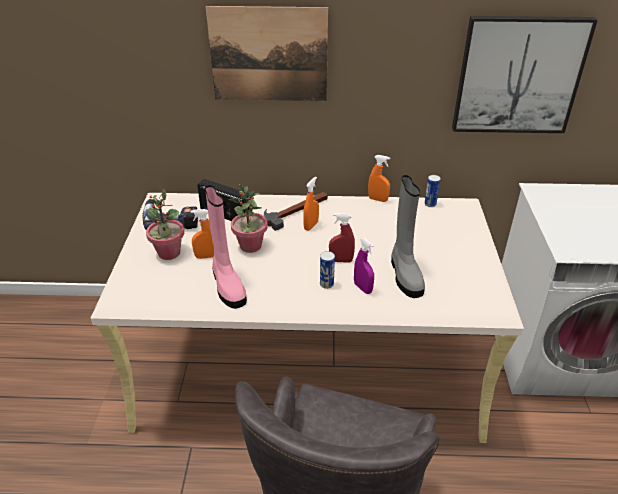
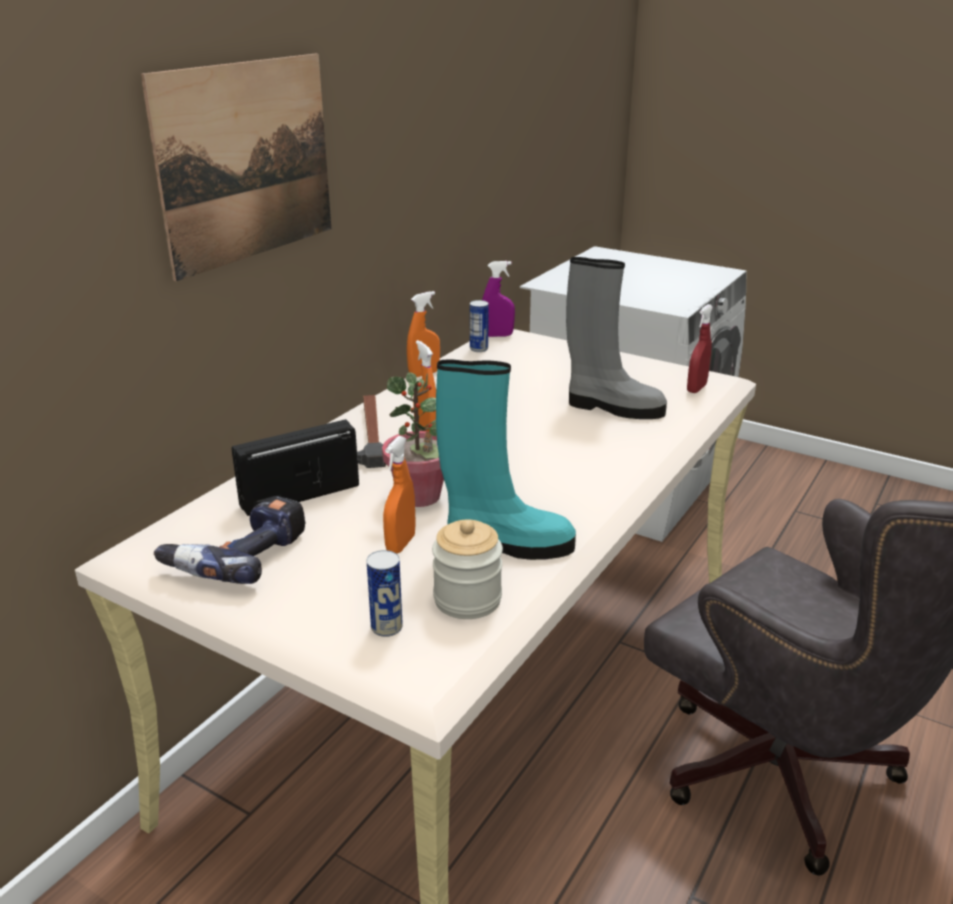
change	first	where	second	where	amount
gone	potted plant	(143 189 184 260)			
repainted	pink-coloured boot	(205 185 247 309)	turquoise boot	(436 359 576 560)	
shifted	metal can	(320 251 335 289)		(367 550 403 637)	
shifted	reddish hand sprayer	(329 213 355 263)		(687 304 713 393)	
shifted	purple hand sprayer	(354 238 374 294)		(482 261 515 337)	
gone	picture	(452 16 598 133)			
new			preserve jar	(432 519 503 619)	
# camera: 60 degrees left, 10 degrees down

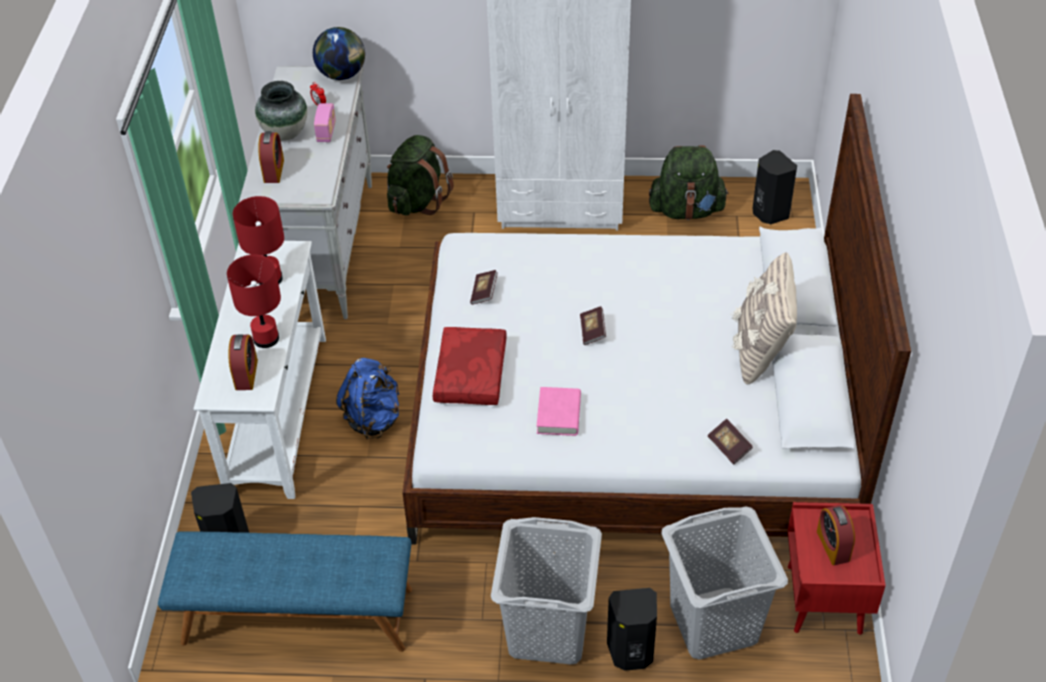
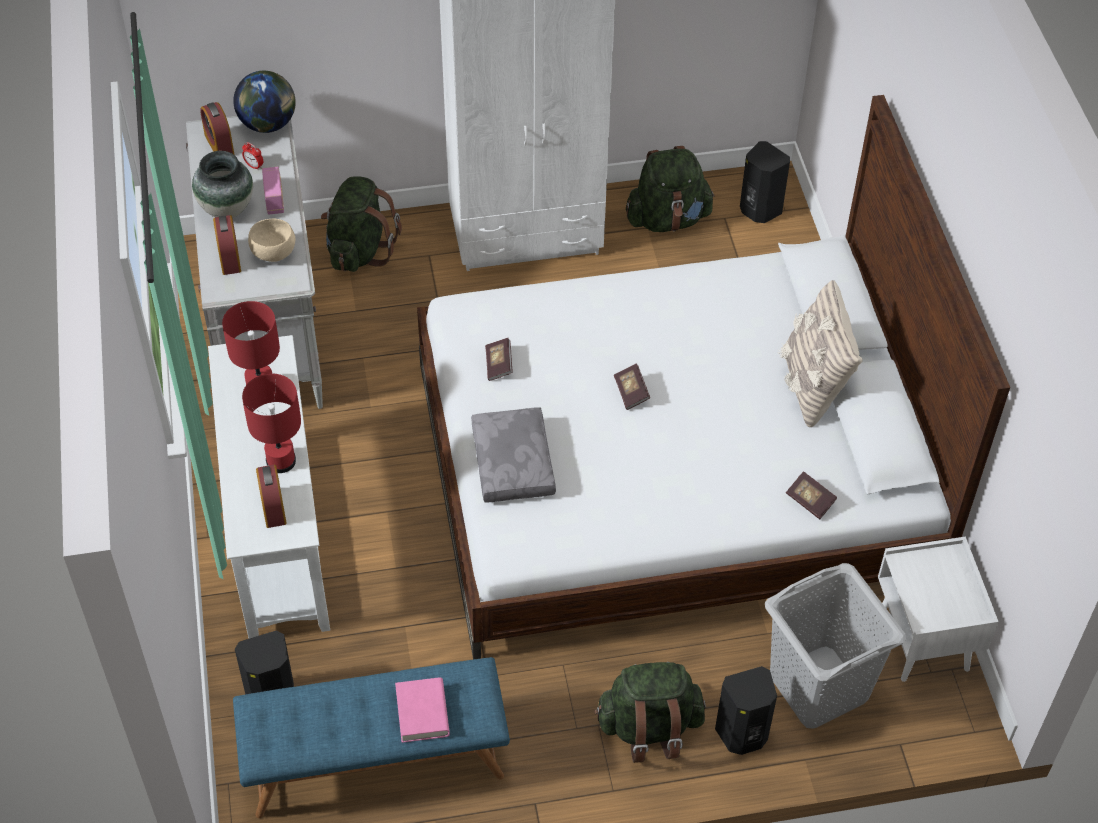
change	first	where	second	where	amount
gone	blue backpack	(336 358 399 440)			
repainted	reddish throw pillow	(432 327 507 405)	greyish throw pillow	(471 407 556 502)	
swapped	greyish washing basket	(491 517 602 664)	green-coloured backpack	(594 662 706 763)	
shifted	pink-coloured book	(537 387 581 436)		(395 677 450 743)	
repainted	reddish bedside table	(788 502 886 635)	white bedside table	(878 536 999 682)	
shifted	alarm clock	(817 505 855 565)		(200 102 234 154)	
new			beige-coloured deep dish	(248 219 295 262)	
# camera: 15 degrees left, 5 degrees up

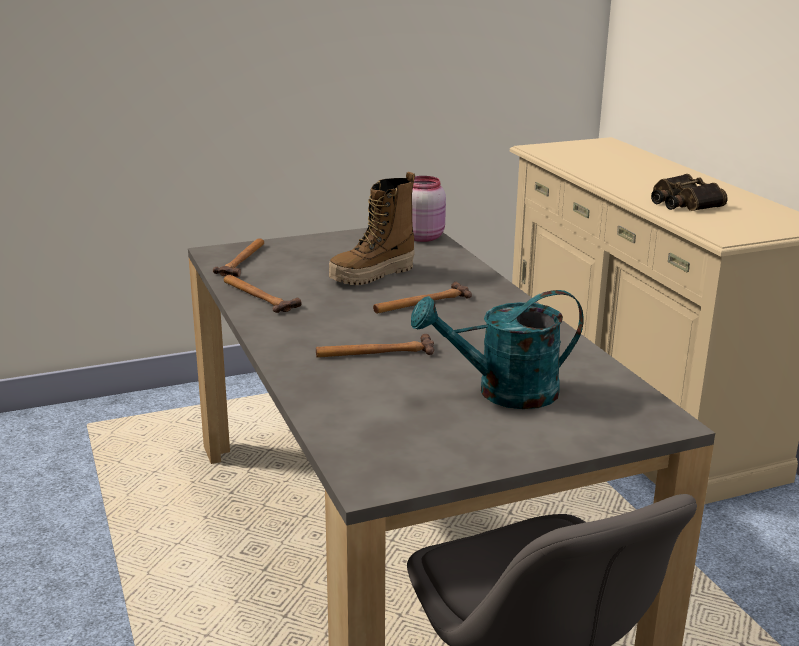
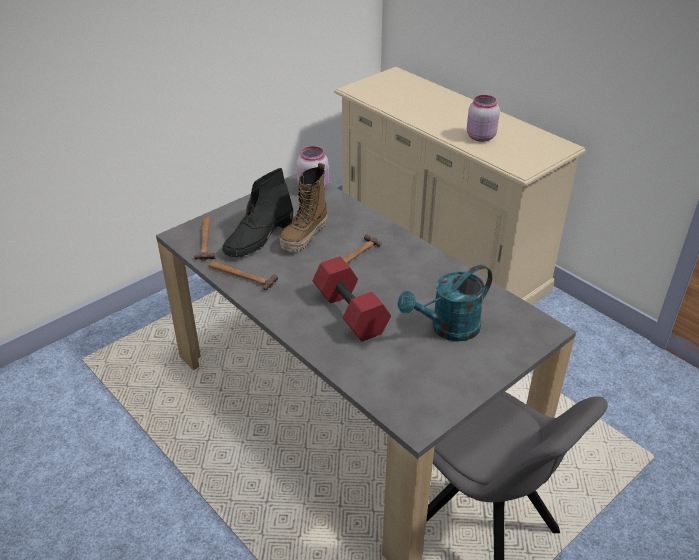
change	first	where	second	where	amount
swapped	hand hammer	(316 334 434 358)	reddish free weight	(313 257 391 341)	
swapped	pair of binoculars	(651 174 728 211)	pink-coloured preserve jar	(467 95 500 142)	
new			black boot	(222 168 293 257)	
# camera: 20 degrees left, 15 degrees up

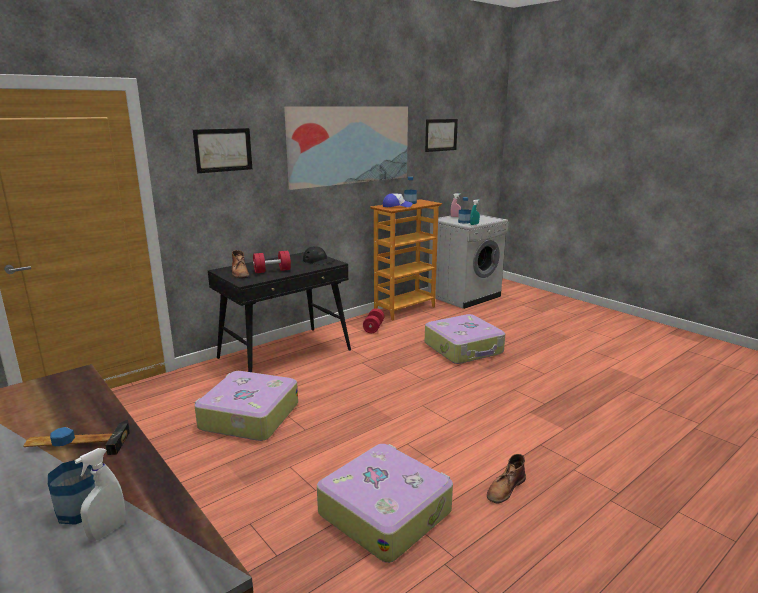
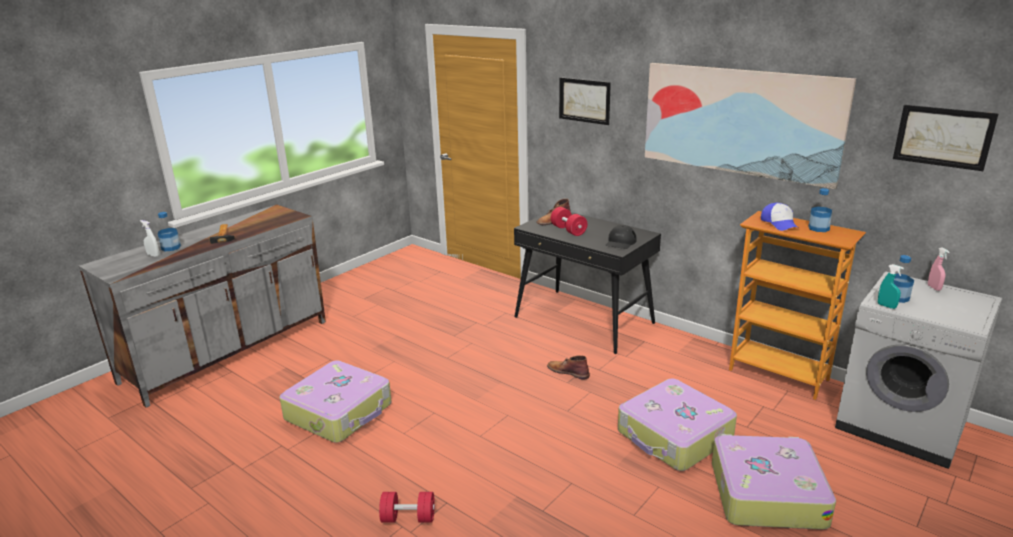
change	first	where	second	where	amount
shifted	suitcase	(195 371 298 441)		(712 434 836 530)	
shifted	reddish free weight	(363 308 384 333)		(379 492 435 523)	
shifted	brownish boot	(487 454 526 503)		(547 355 590 380)	
# camera: 80 degrees right, 5 degrees up

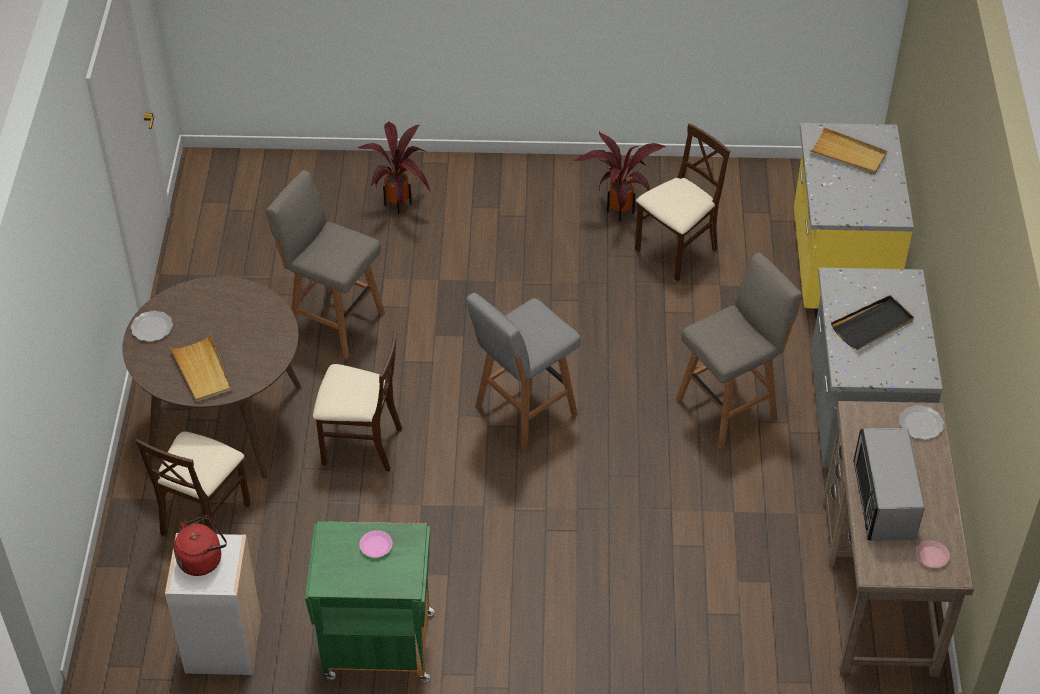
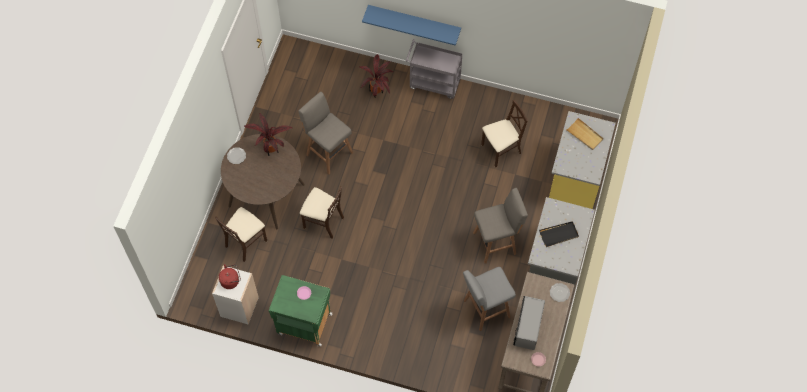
change	first	where	second	where	amount
gone	beige-coloured serving tray	(170 334 232 402)			
shifted	greyish stool	(466 293 581 451)		(463 267 516 331)	
shifted	potted plant	(575 132 665 222)		(243 113 292 156)	
new			blue bracket shelf	(362 5 461 46)	
new			greyish trolley	(406 39 462 99)	
# camera: 15 degrees right, 15 degrees up

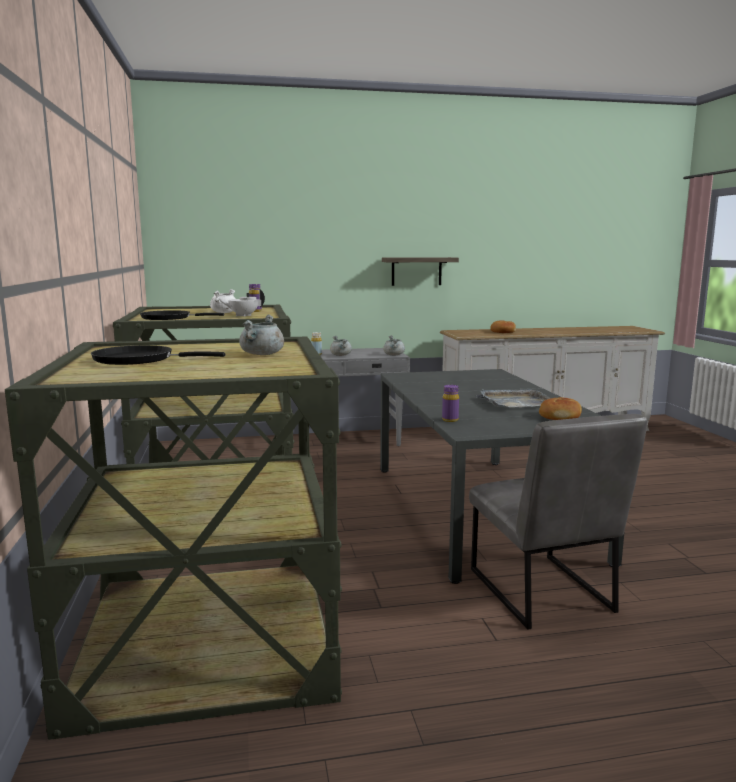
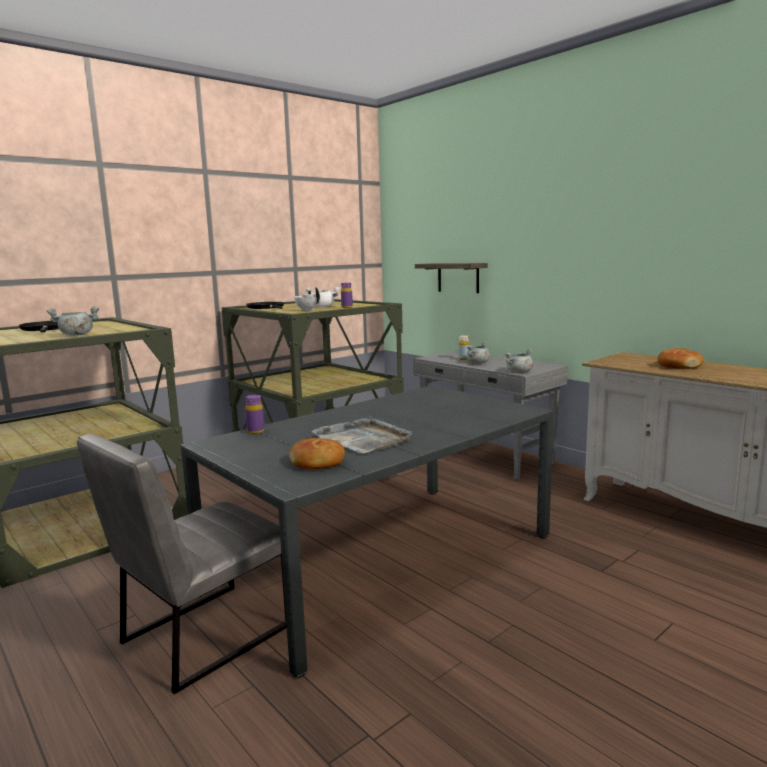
change	first	where	second	where	amount
shifted	bracket shelf	(382 257 459 286)		(415 263 488 293)	
# camera: 60 degrees right, 0 degrees up

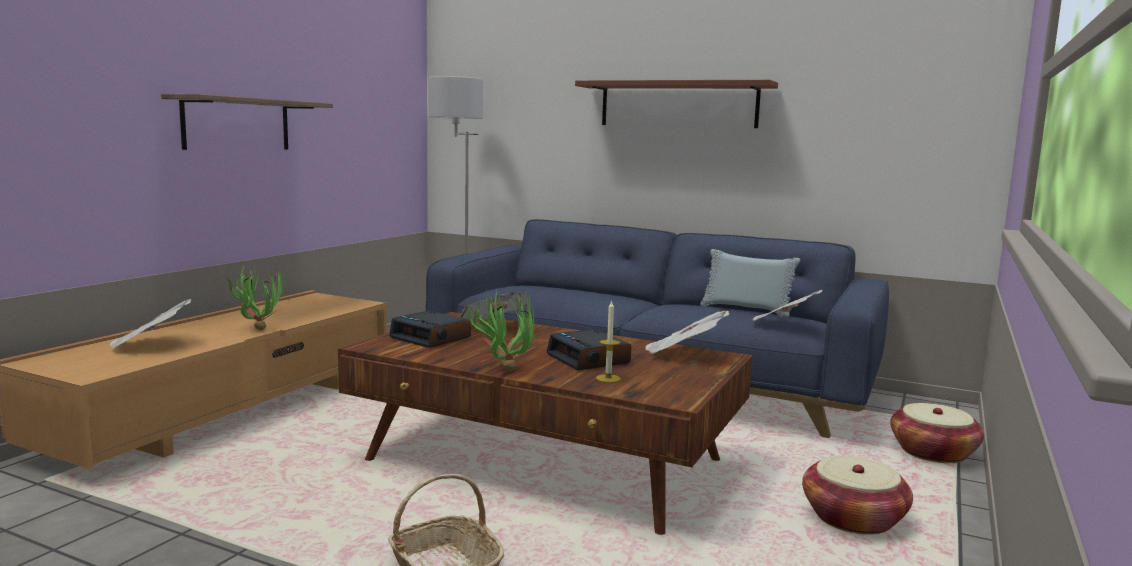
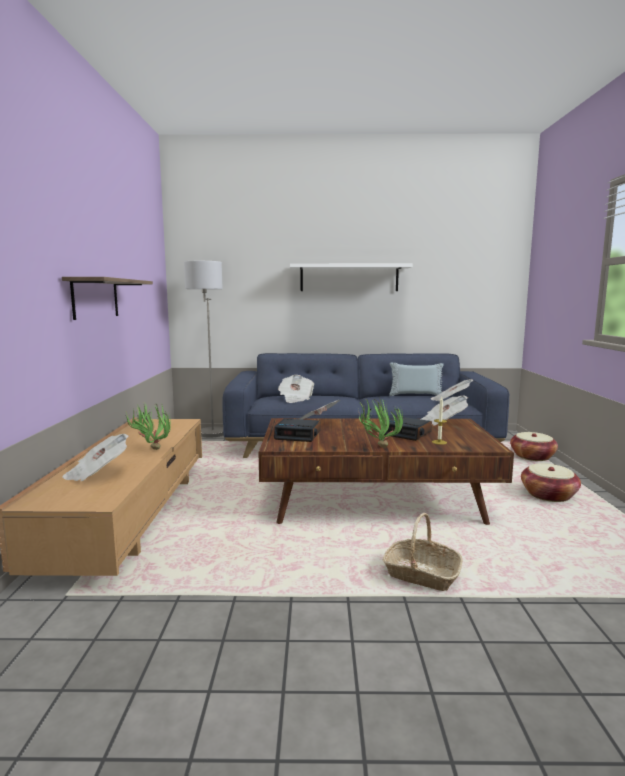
change	first	where	second	where	amount
repainted	brownish bracket shelf	(575 80 778 128)	white bracket shelf	(290 264 412 291)	
new			printed paper	(278 375 315 403)	
# camera: 25 degrees left, 0 degrees up

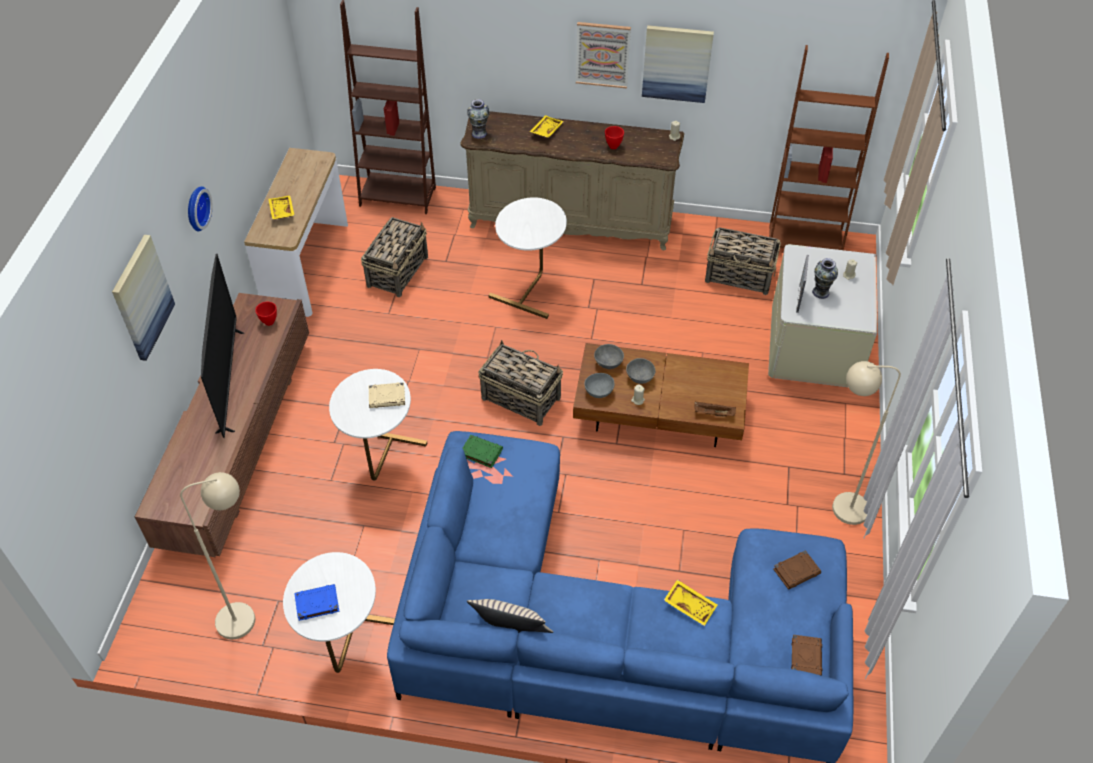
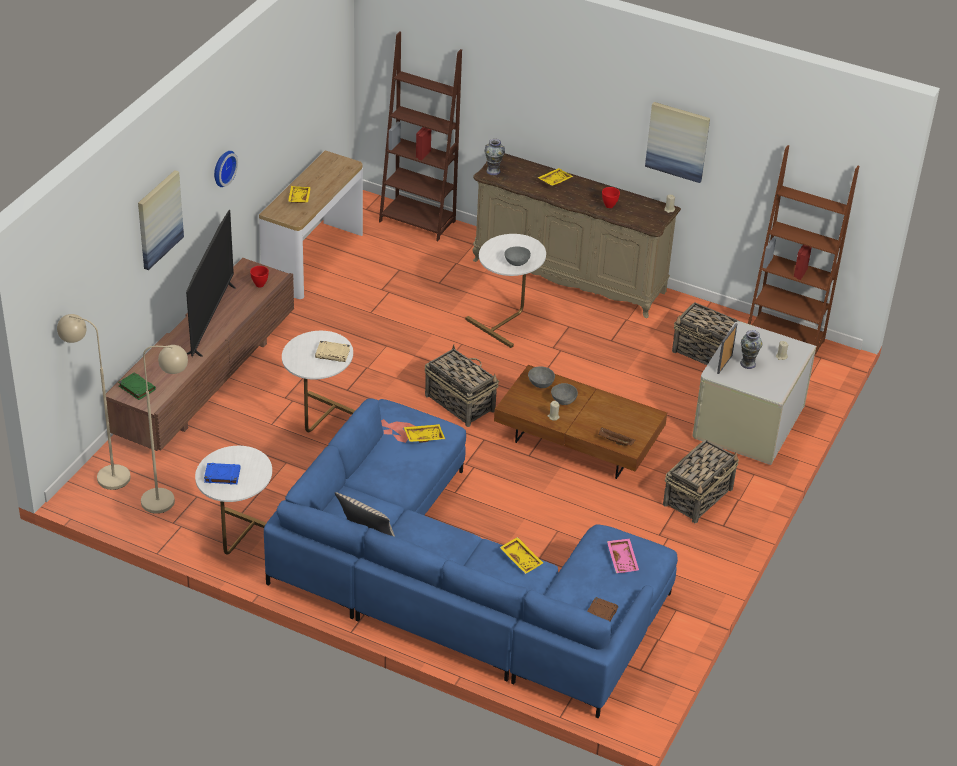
change	first	where	second	where	amount
shifted	basket	(361 217 428 297)		(663 440 739 523)	
shifted	green-coloured book	(463 435 503 468)		(118 373 156 400)	
gone	picture	(576 22 631 88)			
shifted	greyish deep dish	(584 373 614 398)		(504 246 531 266)	
swapped	brownish book	(773 550 821 589)	pink-coloured serving tray	(607 539 639 573)	
shifted	beige-coloured standing lamp	(832 361 901 525)		(57 314 131 490)	
new			yellow-coloured serving tray	(404 424 445 443)	
# camera: 15 degrees right, 10 degrees down

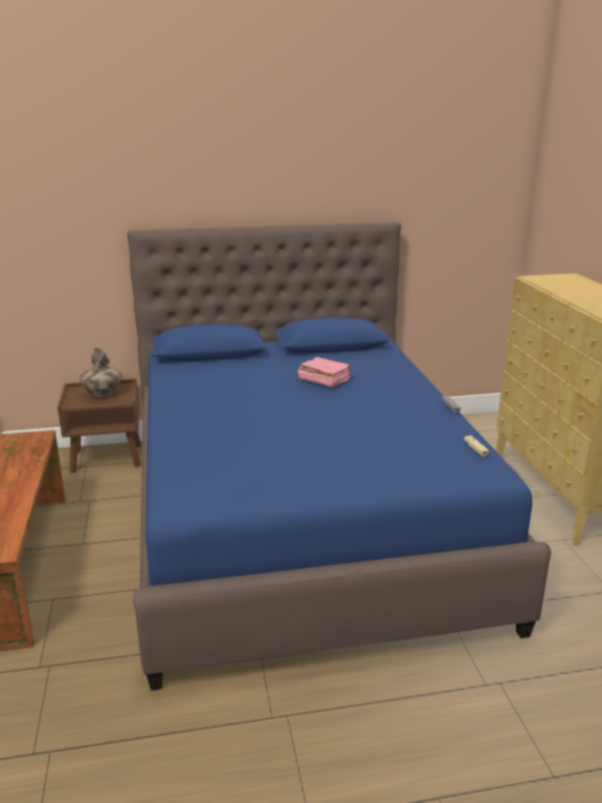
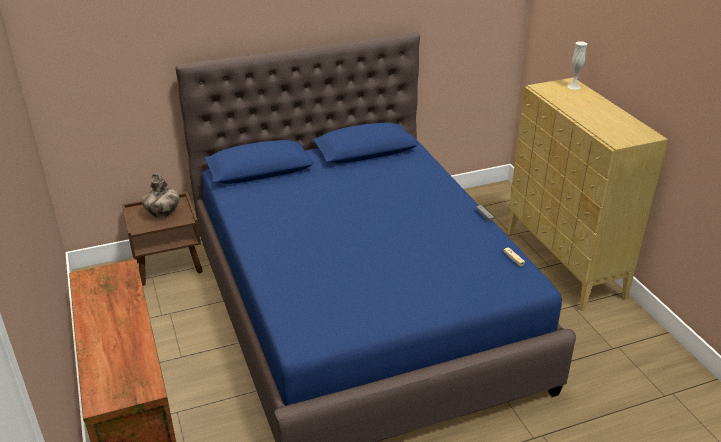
change	first	where	second	where	amount
gone	pink-coloured book	(298 357 352 387)			
new			white vase	(568 41 587 90)	
# camera: 10 degrees left, 10 degrees up

